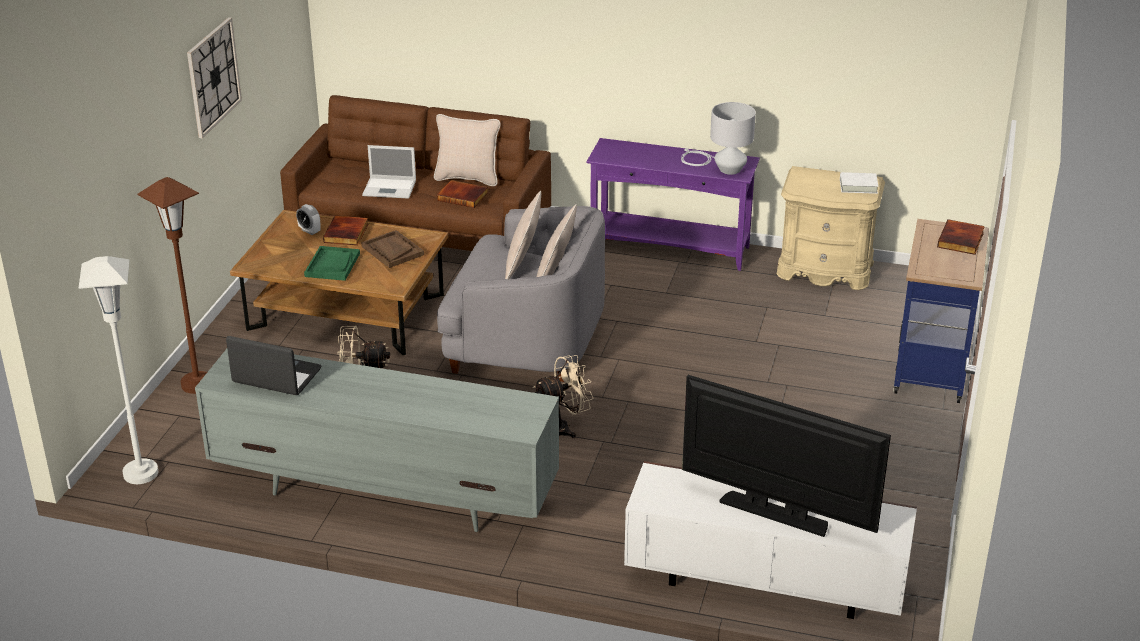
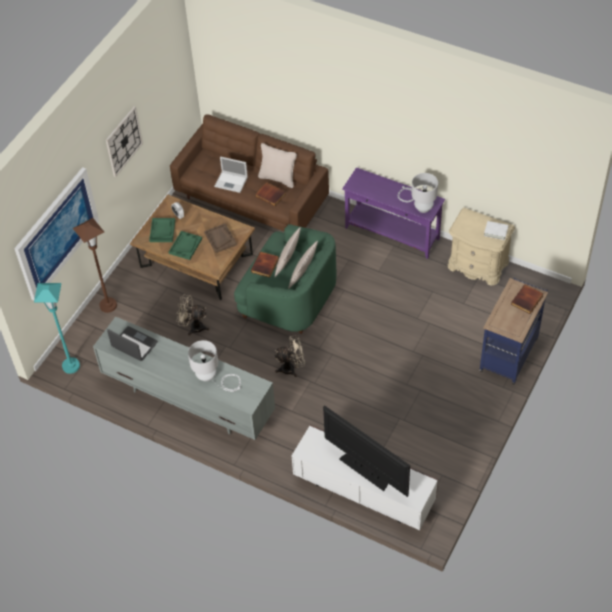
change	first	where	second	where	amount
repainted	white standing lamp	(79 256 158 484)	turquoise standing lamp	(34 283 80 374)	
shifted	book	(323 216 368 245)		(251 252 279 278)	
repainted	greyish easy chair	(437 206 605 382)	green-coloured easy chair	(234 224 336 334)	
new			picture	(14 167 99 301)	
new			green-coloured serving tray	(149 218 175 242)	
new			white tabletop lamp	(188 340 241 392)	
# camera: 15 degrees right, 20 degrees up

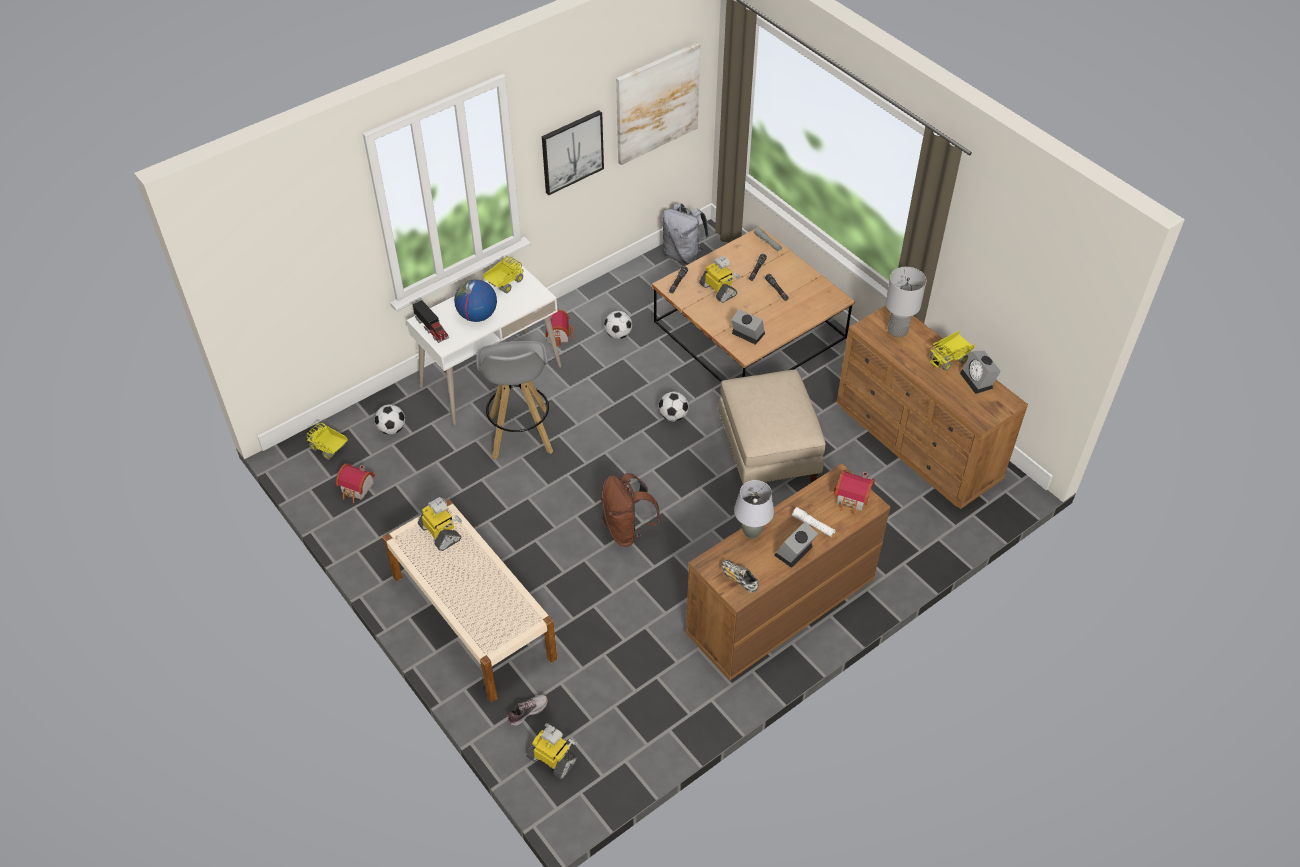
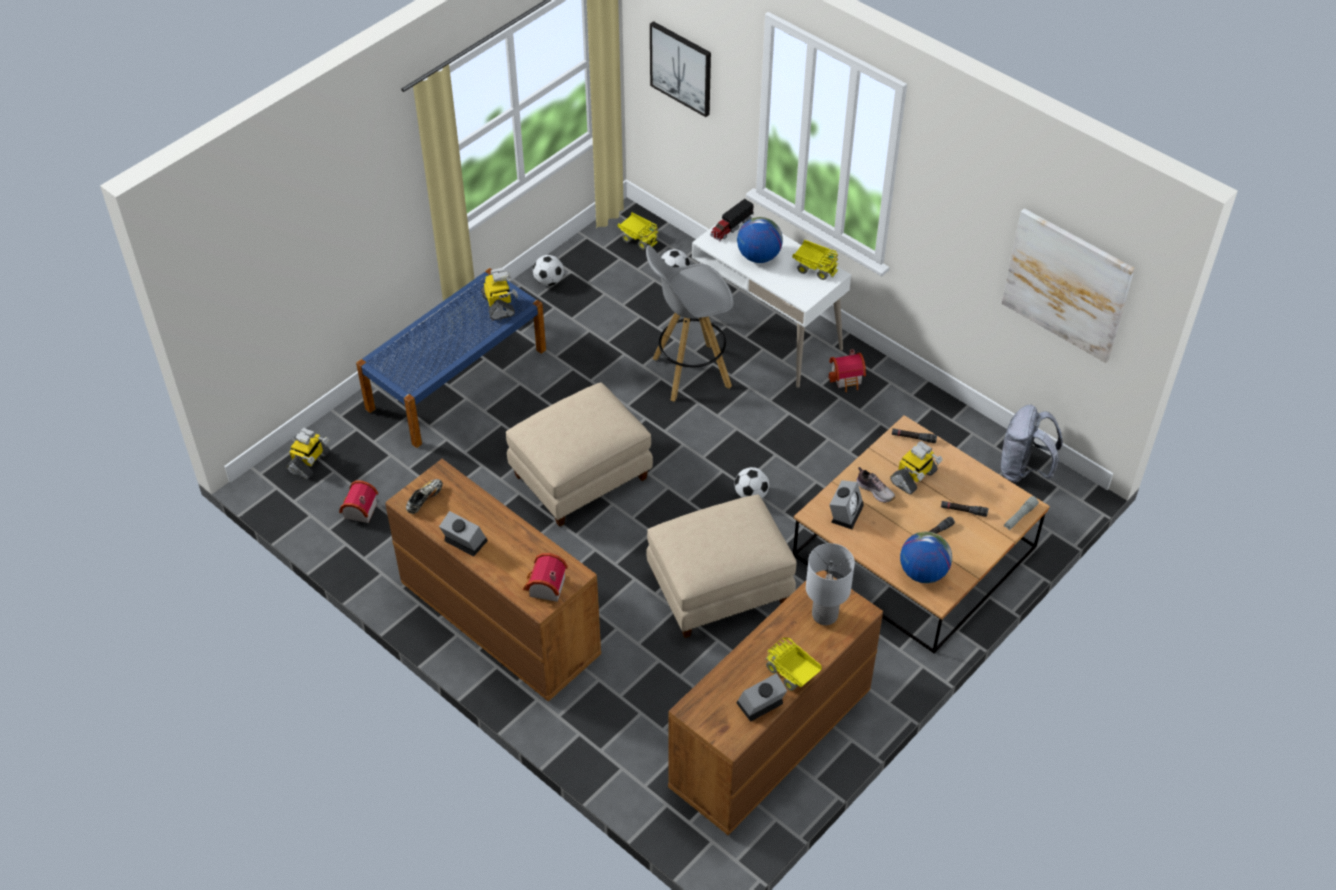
change	first	where	second	where	amount
rotated	toy truck	(307 423 348 460)		(617 212 659 250)	105 degrees clockwise
shifted	model house	(336 463 375 503)		(339 481 378 523)	
repainted	beige-coloured indoor bench	(382 499 557 702)	blue indoor bench	(356 268 546 448)	
rotated	toy robot	(418 497 462 551)		(481 268 518 320)	60 degrees counterclockwise
shifted	shoe	(507 695 548 726)		(856 467 895 503)	
shifted	picture	(542 110 604 195)		(650 21 711 117)	
swapped	brownish backpack	(601 473 661 547)	beige-coloured footrest	(506 382 653 527)	
shifted	football	(604 311 632 339)		(533 255 564 286)	
gone	greyish tabletop lamp	(734 480 774 538)			
gone	white torch	(792 507 835 537)			
new			world globe	(900 531 952 583)	
# camera: 80 degrees right, 0 degrees up

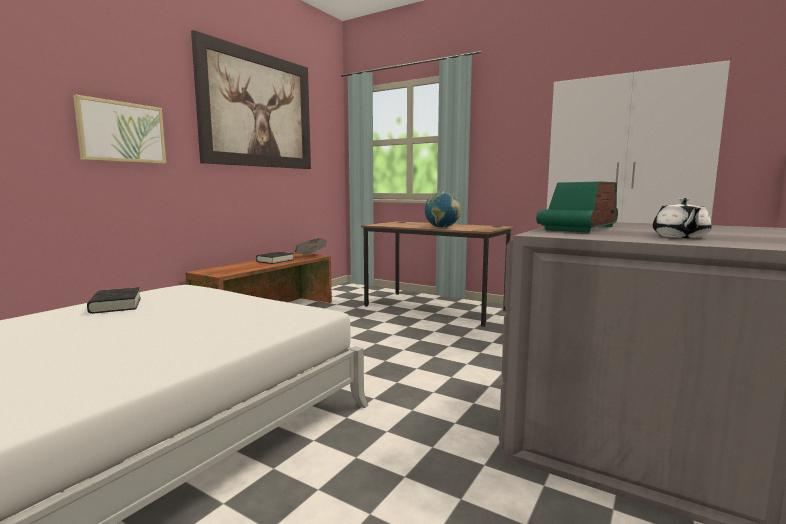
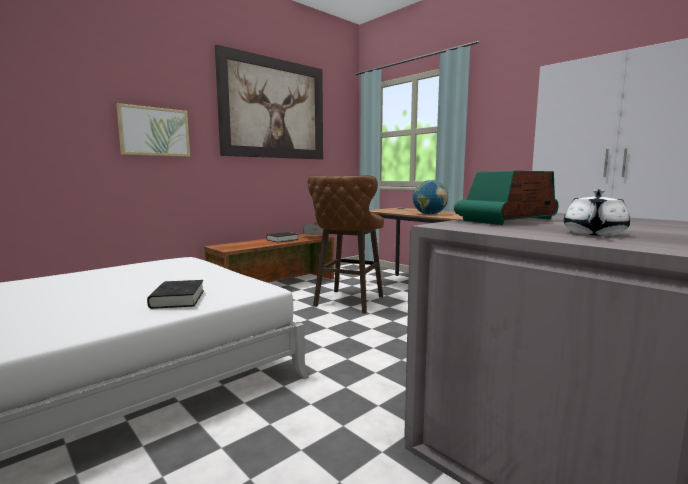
change	first	where	second	where	amount
shifted	black book	(87 287 141 314)		(147 280 204 309)	
new			brownish stool	(308 175 384 313)	
# camera: 15 degrees right, 0 degrees up

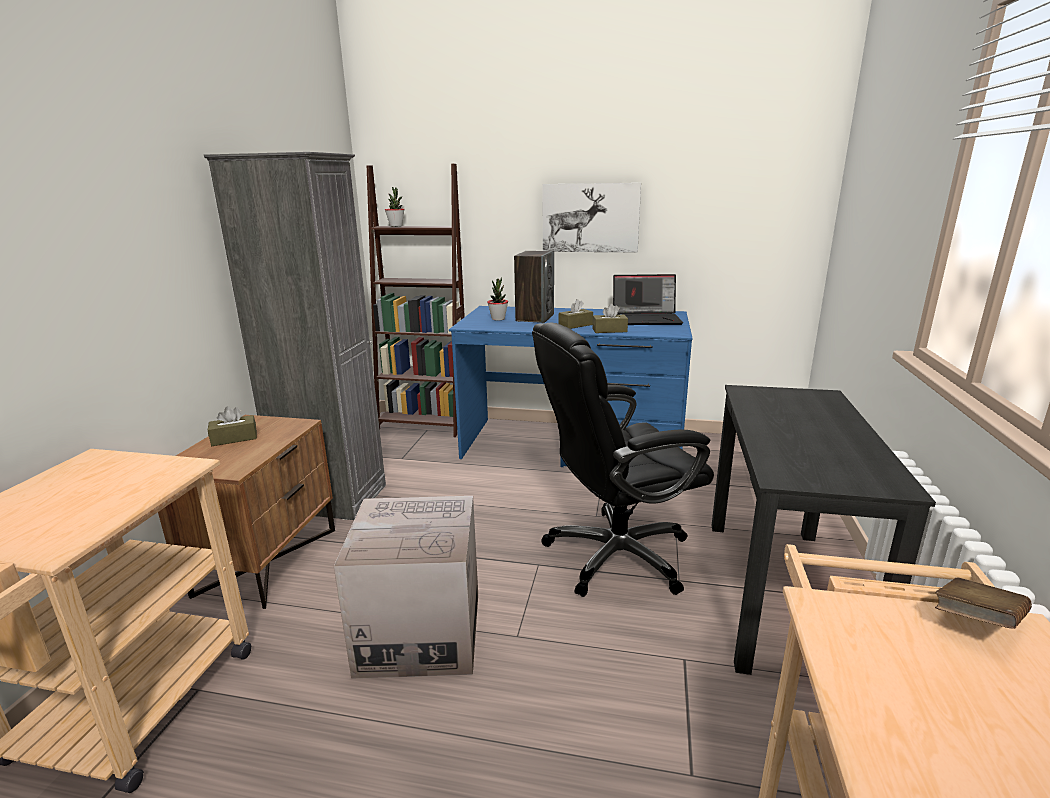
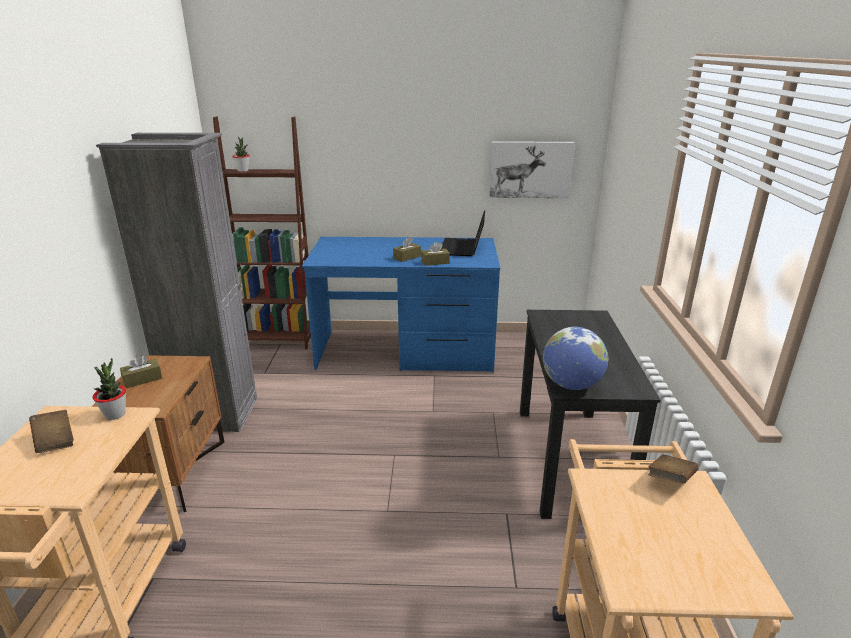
change	first	where	second	where	amount
gone	cardboard box	(334 496 478 679)			
shifted	potted plant	(488 277 508 321)		(92 358 126 420)	
gone	loudspeaker	(514 251 554 323)			
gone	black computer chair	(532 323 714 597)			
shifted	picture	(542 183 641 252)		(489 141 575 198)	
rotated	laptop	(613 274 683 325)		(442 210 485 256)	105 degrees clockwise
new			brownish book	(29 410 74 453)	
new			world globe	(543 327 608 390)	
# camera: 10 degrees left, 5 degrees up

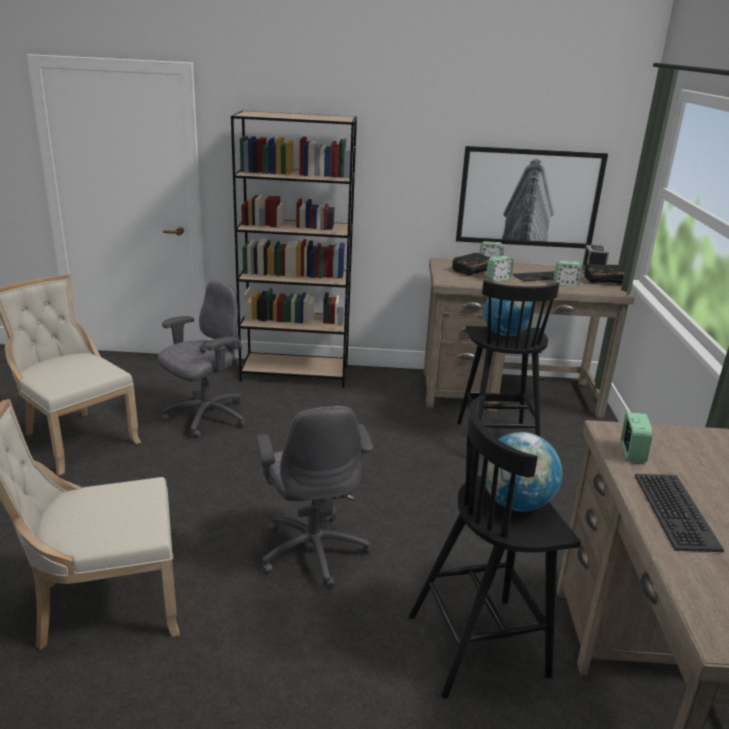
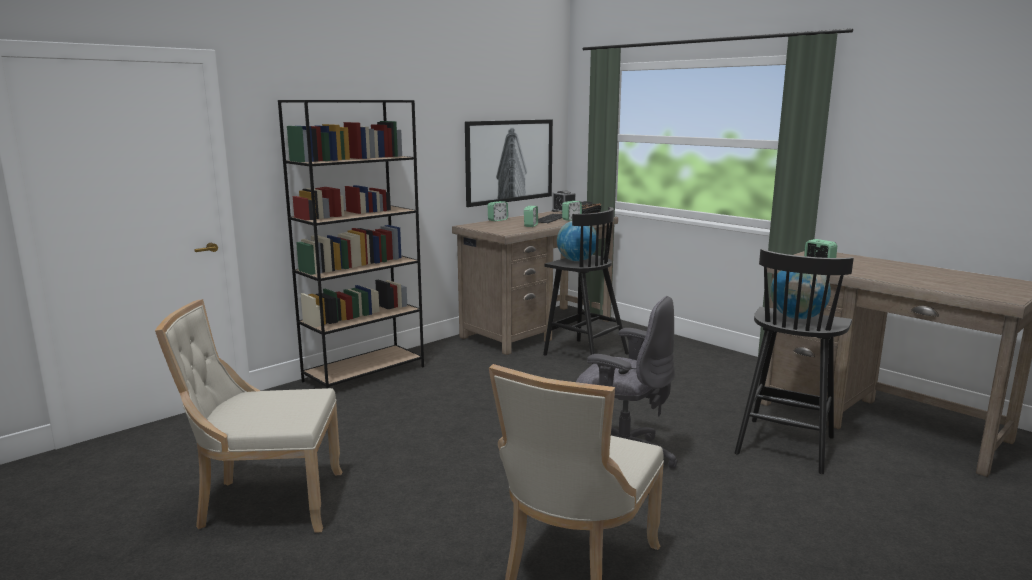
change	first	where	second	where	amount
gone	greyish computer chair	(158 280 247 439)			
gone	black book	(452 253 490 276)			
gone	PC keyboard	(635 474 724 552)			
# camera: 45 degrees left, 10 degrees down

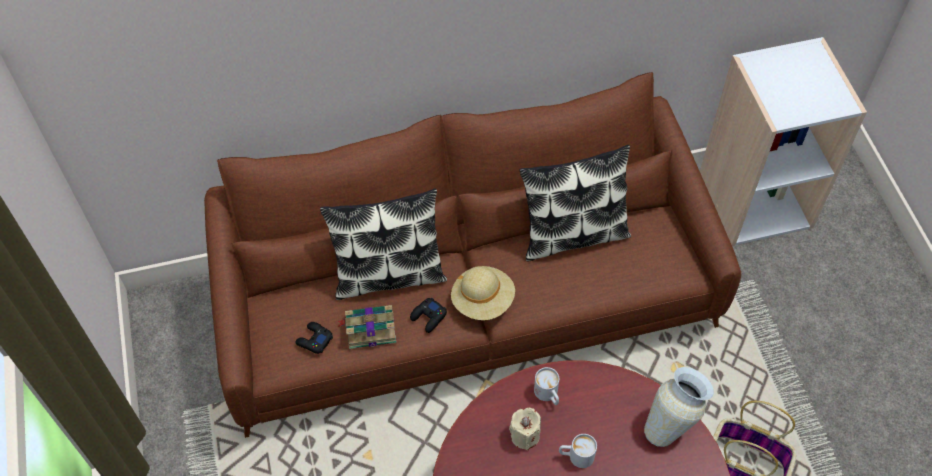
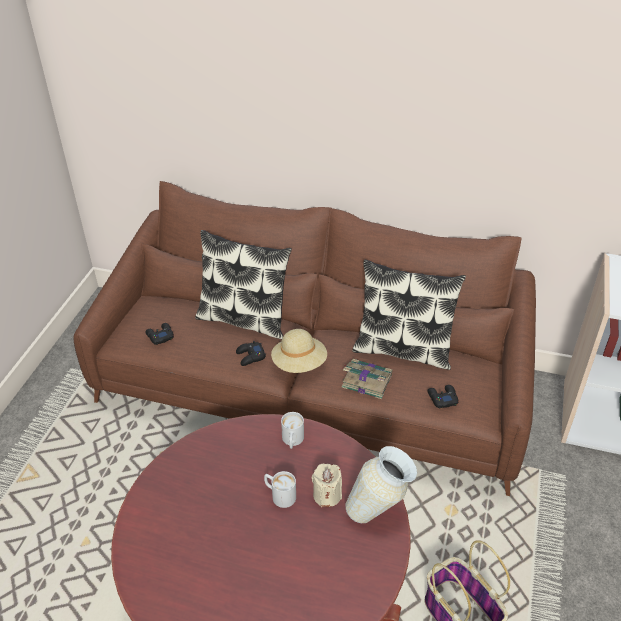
change	first	where	second	where	amount
shifted	book	(337 305 397 349)		(342 359 392 399)	
shifted	beige-coloured candle	(509 408 541 450)		(312 464 342 508)	
new			black game controller	(427 385 459 409)	
# camera: 30 degrees right, 15 degrees down

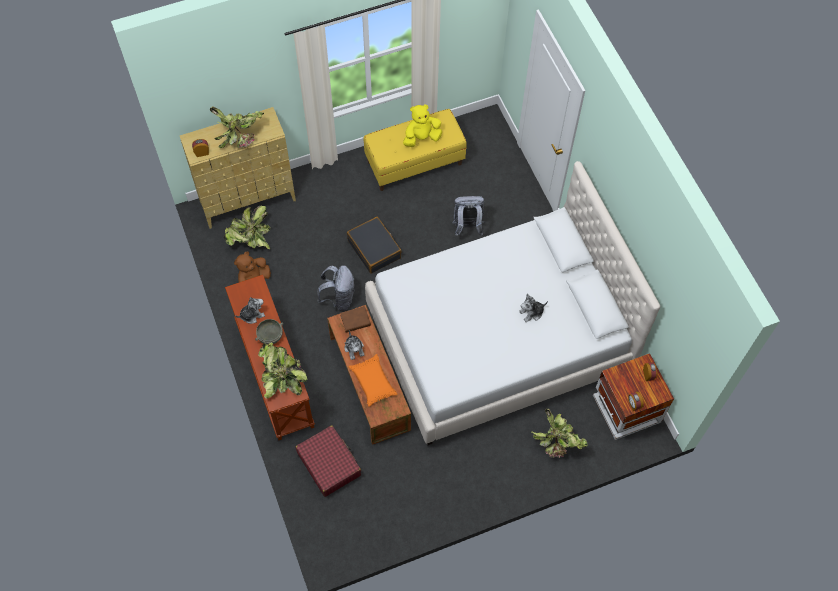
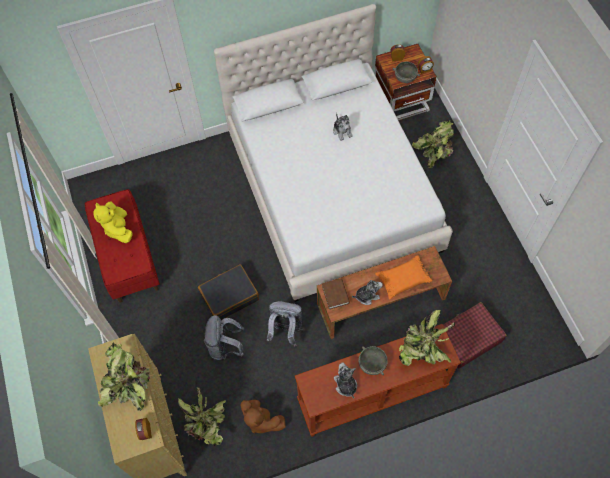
change	first	where	second	where	amount
repainted	yellow-coloured indoor bench	(364 109 467 191)	reddish indoor bench	(85 189 160 303)	
shifted	greyish backpack	(451 196 485 236)		(204 315 244 360)	
new			greyish deep dish	(393 62 420 83)	
# camera: 85 degrees left, 0 degrees up

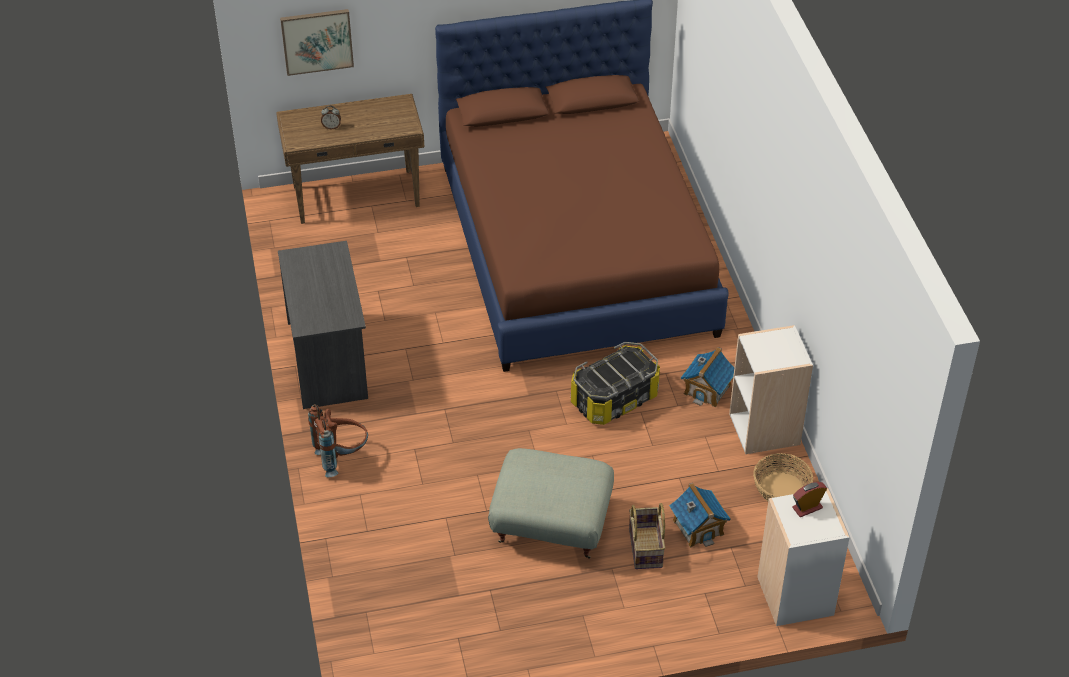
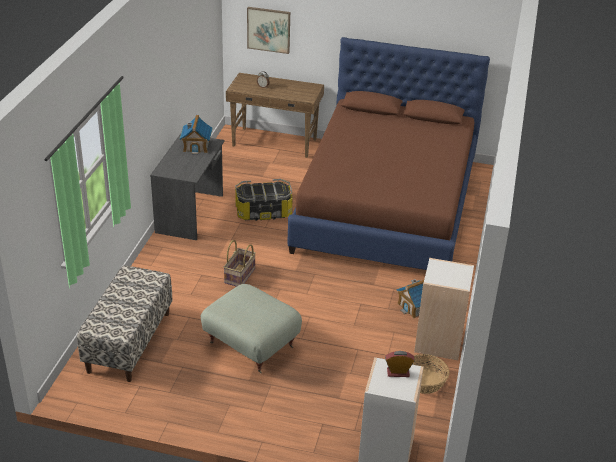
change	first	where	second	where	amount
gone	brownish backpack	(308 404 368 477)			
shifted	storage bin	(571 342 660 425)		(235 179 293 221)	
shifted	basket	(629 503 665 569)		(223 240 256 287)	
shifted	model house	(669 483 730 548)		(179 115 213 154)	
new			indoor bench	(77 265 173 382)	
# camera: 25 degrees right, 10 degrees down

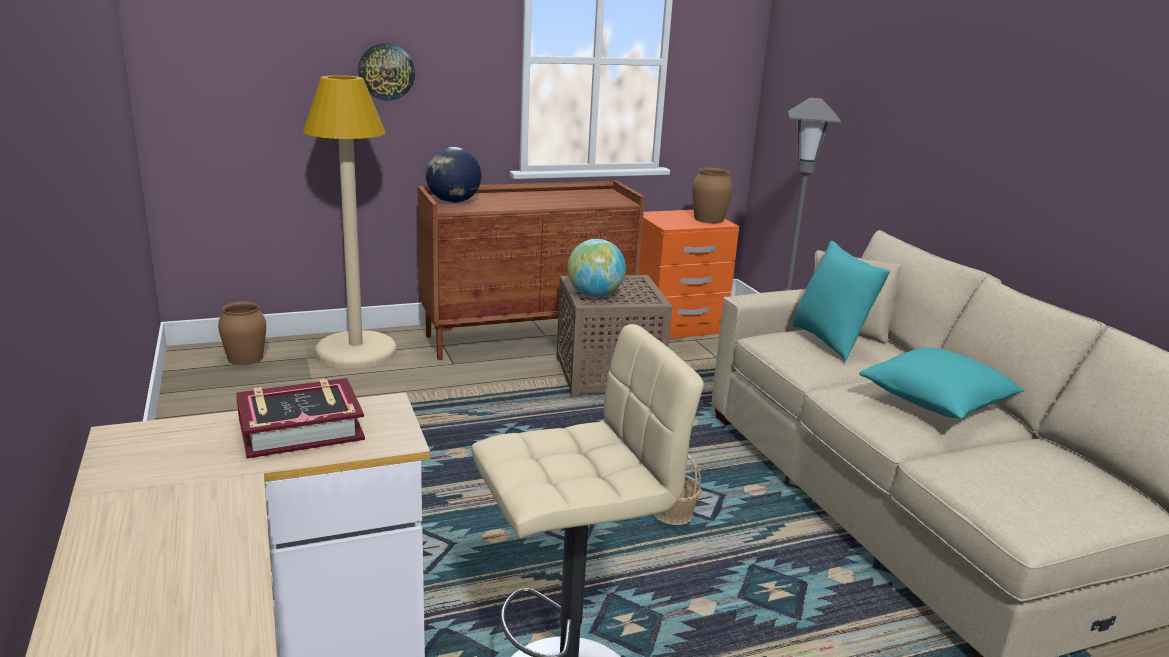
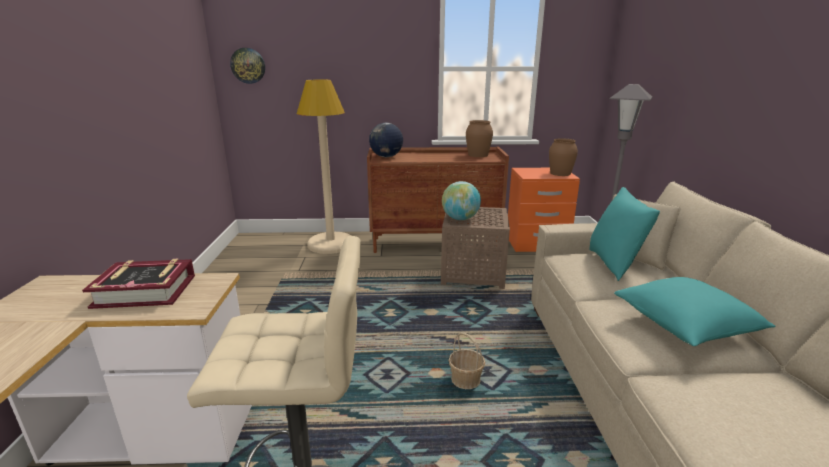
change	first	where	second	where	amount
shifted	brownish vase	(218 301 266 365)		(466 120 493 157)	
shifted	wall clock	(358 43 415 101)		(230 48 265 84)	
# camera: 20 degrees right, 0 degrees up

